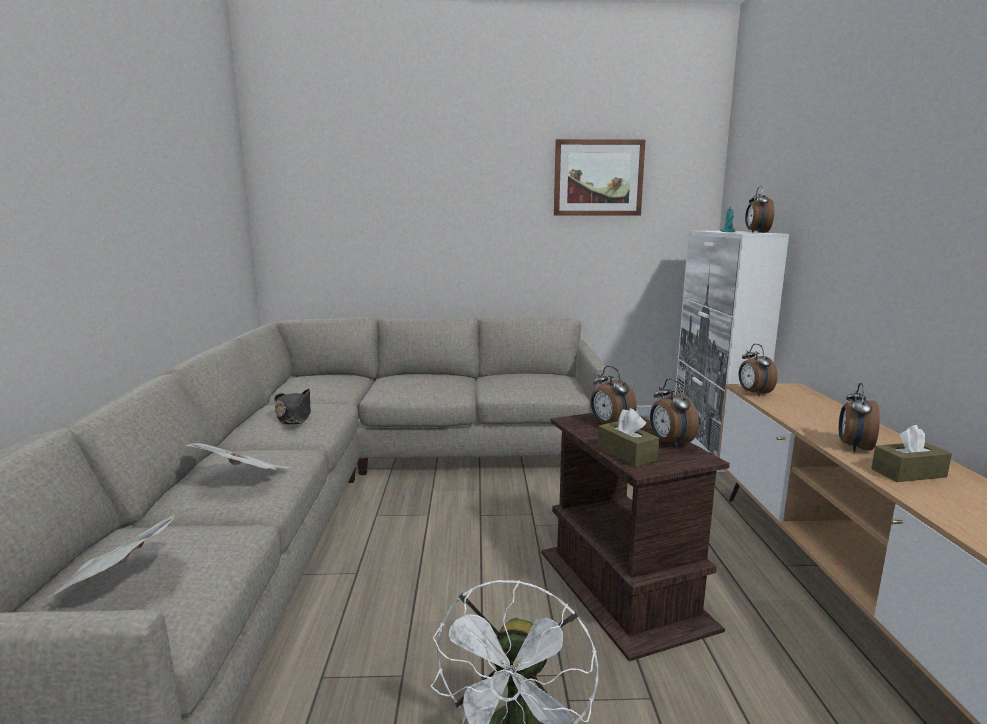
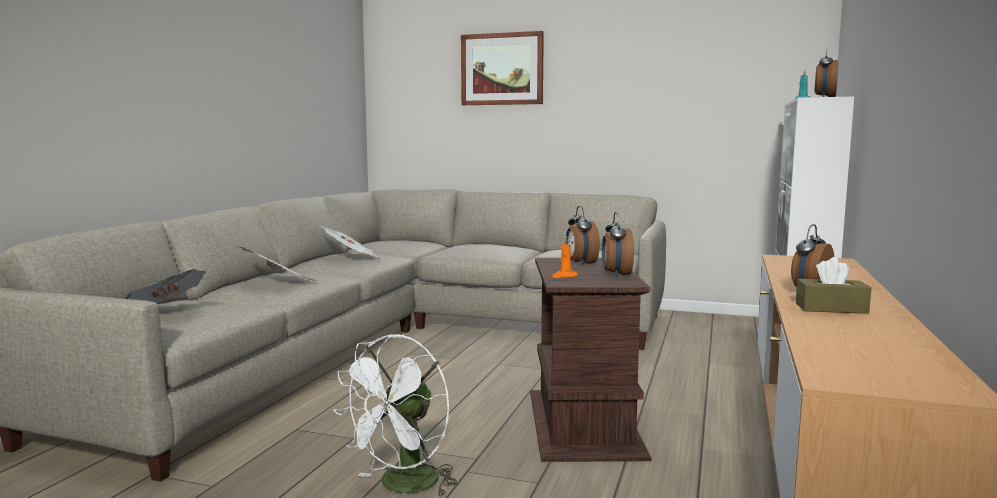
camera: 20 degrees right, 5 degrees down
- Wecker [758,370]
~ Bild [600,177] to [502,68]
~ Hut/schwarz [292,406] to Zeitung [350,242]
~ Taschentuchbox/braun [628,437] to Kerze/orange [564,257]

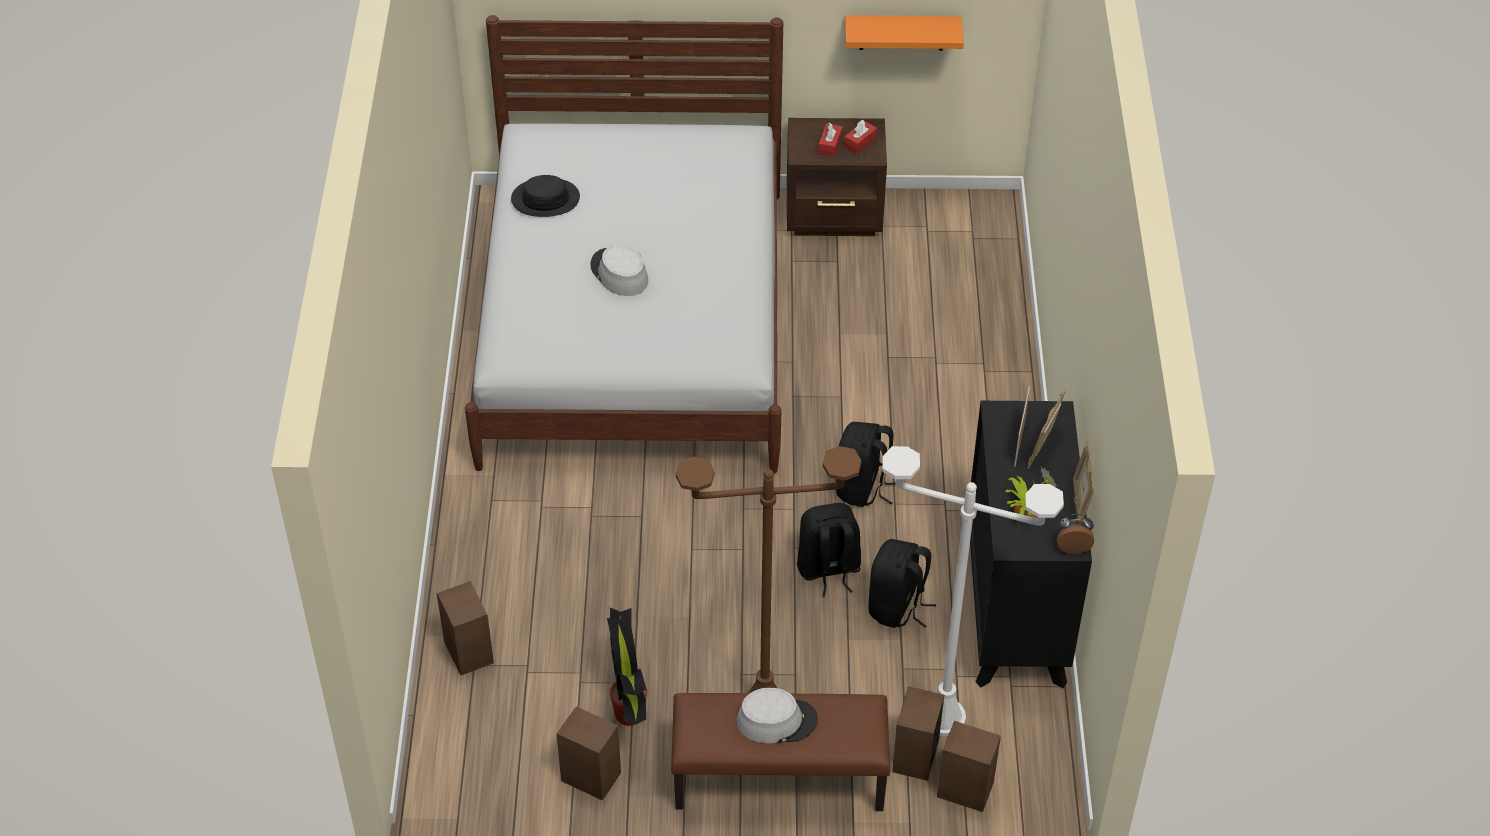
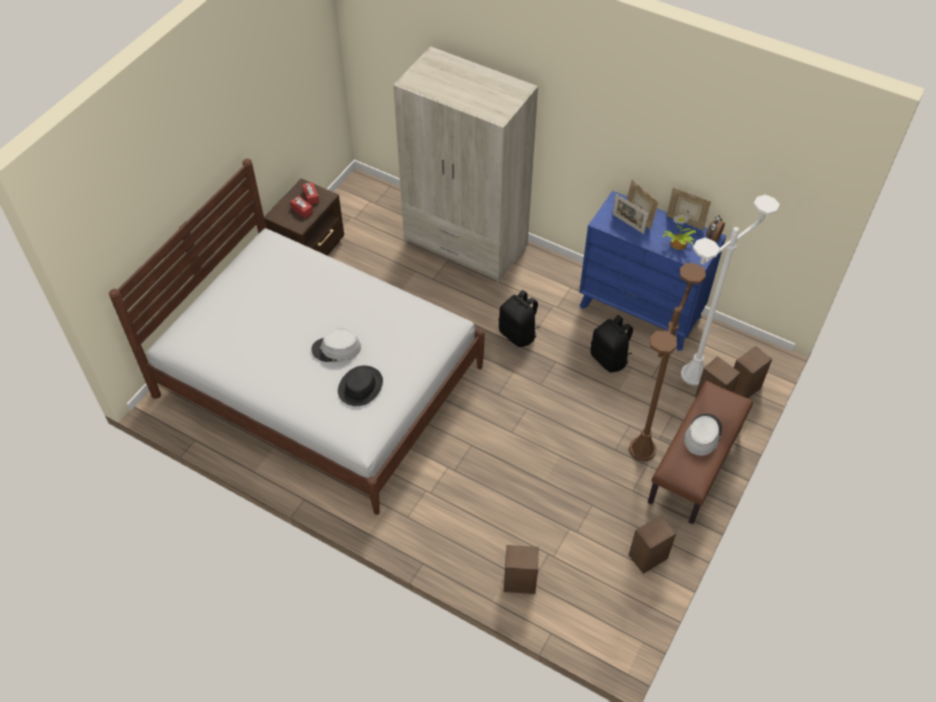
camera: 60 degrees left, 5 degrees up
- Topfpflanze [627,667]
- Rucksack/schwarz [829,550]
- Wandregal/orange [904,33]
+ Kleiderschrank/beige [465,164]
~ Hut/schwarz [545,196] to [360,385]
~ Kommode/schwarz [1031,544] to Kommode/blau [652,271]

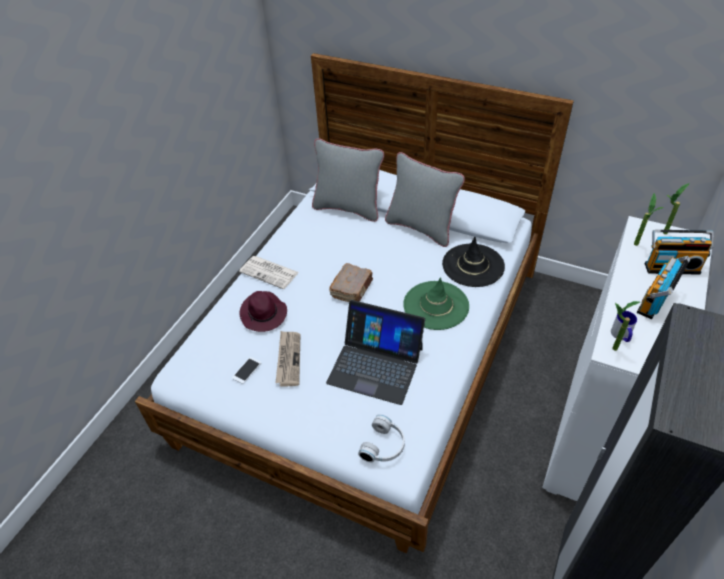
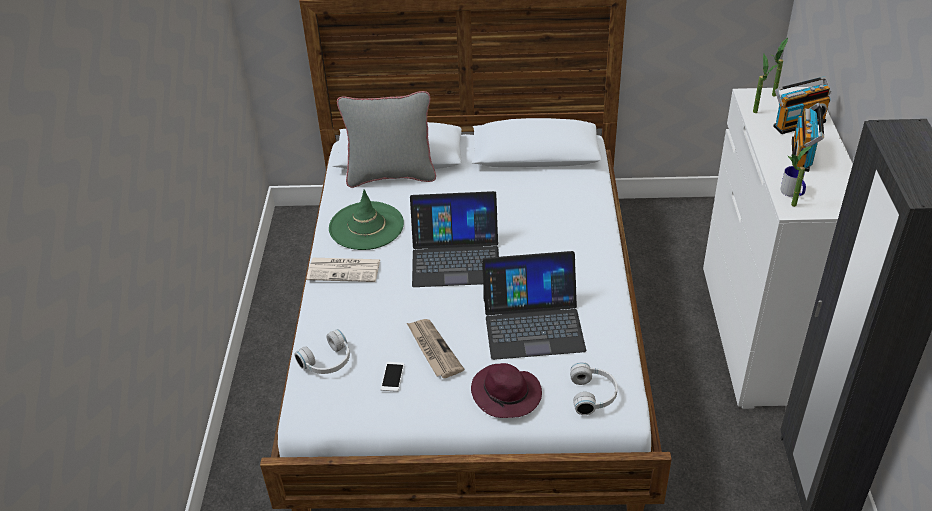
camera: 25 degrees left, 5 degrees down
- Kissen/grau [425,199]
- Hut/schwarz [473,262]
+ Kopfhörer/weiß [322,351]
~ Hut/lila [263,311] to [506,390]
~ Hut/grün [436,303] to [366,219]
~ Buch/braun [351,282] to Laptop [454,239]

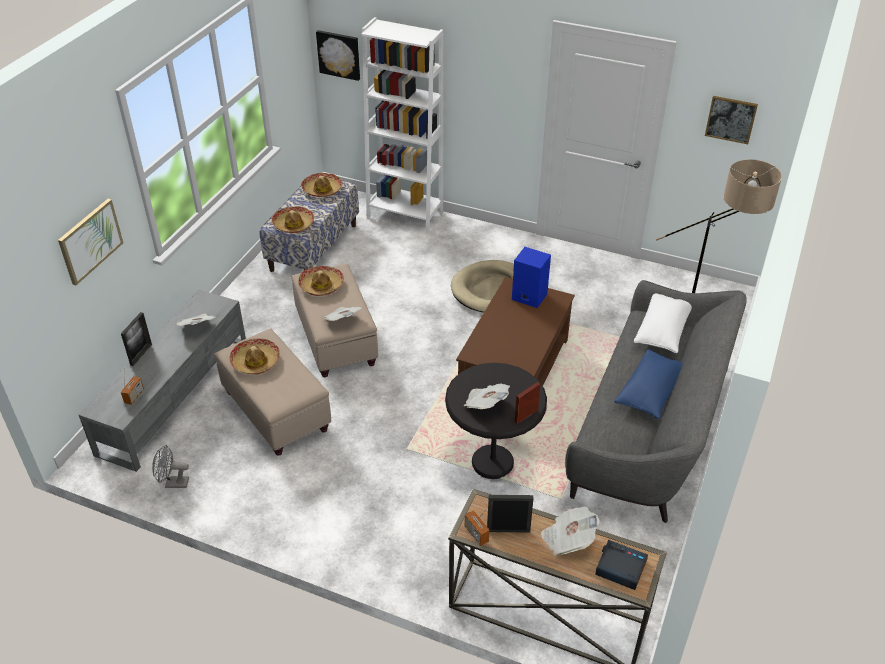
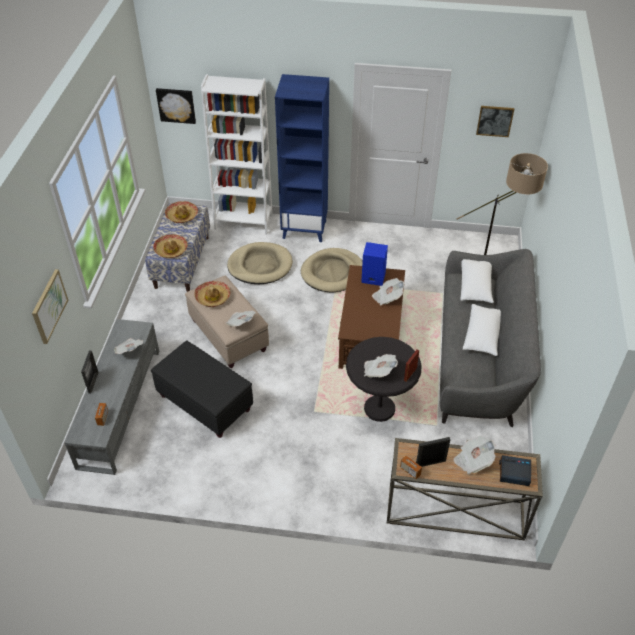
camera: 15 degrees left, 5 degrees up
- Ventilator/grau [170,466]
- Hut [254,357]
+ Hundebett/beige [260,263]
+ Bücherregal/blau [302,158]
+ Zeitung [388,291]
~ Polsterhocker/beige [272,392] to Polsterhocker/schwarz [202,389]
~ Kissen/blau [648,384] to Kissen/weiß [482,330]

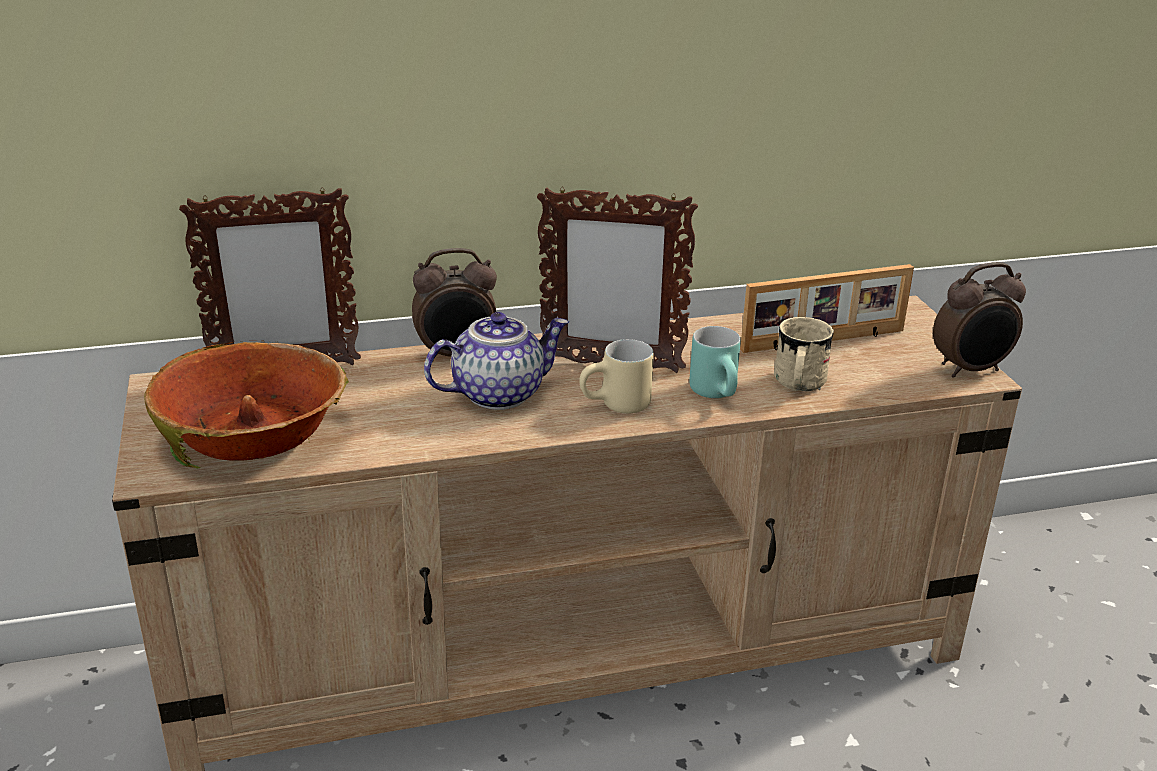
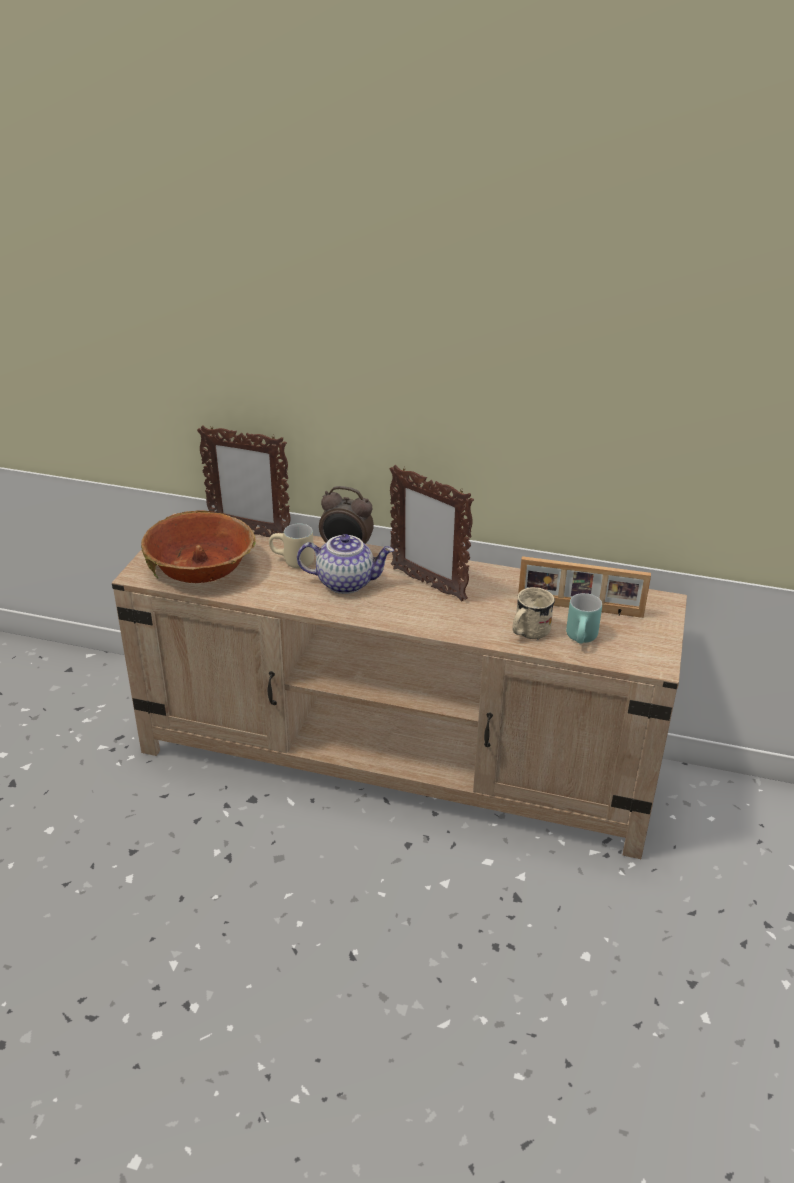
camera: 30 degrees right, 5 degrees up
- Wecker [979,320]
~ Henkelbecher/beige [616,376] to [291,546]
~ Henkelbecher/türkis [715,362] to [584,618]

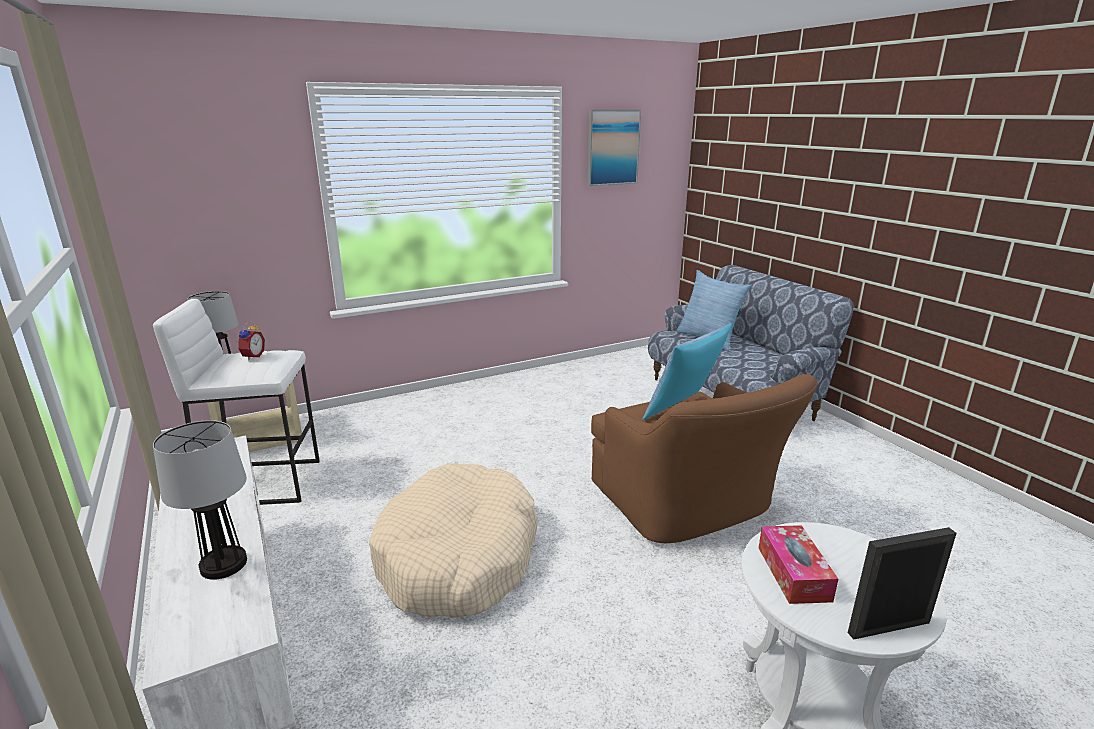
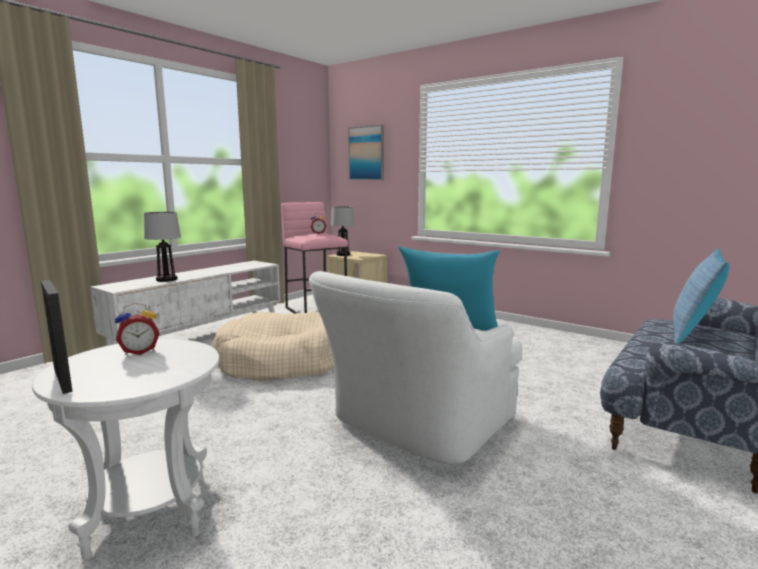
camera: 65 degrees right, 10 degrees down
~ Bild [614,148] to [366,152]
~ Taschentuchbox [798,564] to Wecker [137,329]
~ Hocker/weiß [236,402] to Hocker/rosa [314,257]
~ Sessel/braun [704,458] to Sessel/weiß [415,367]

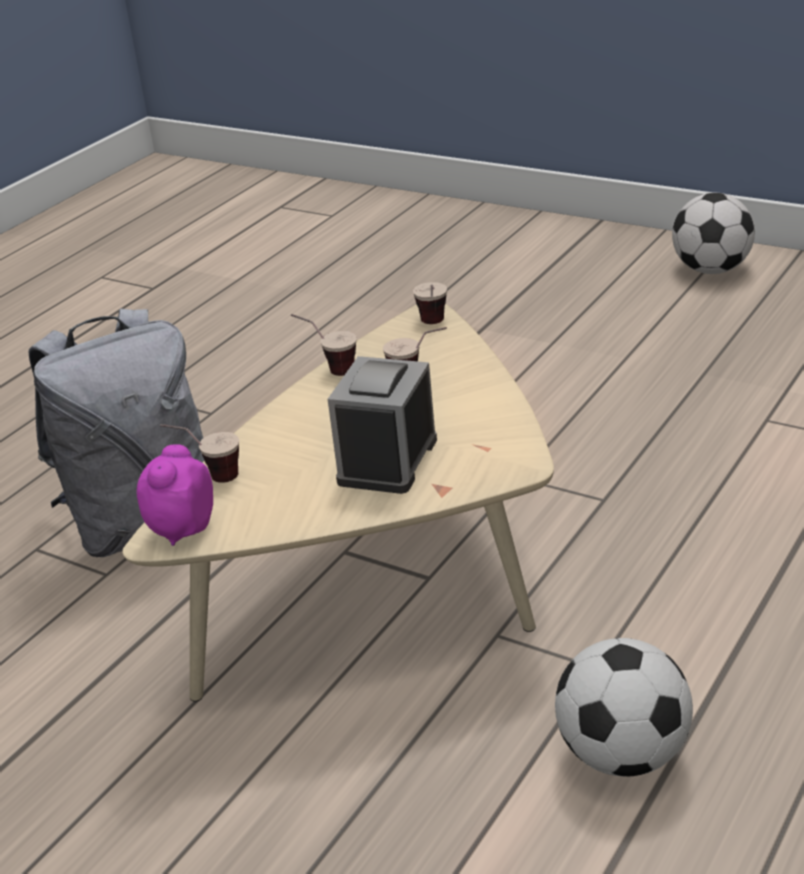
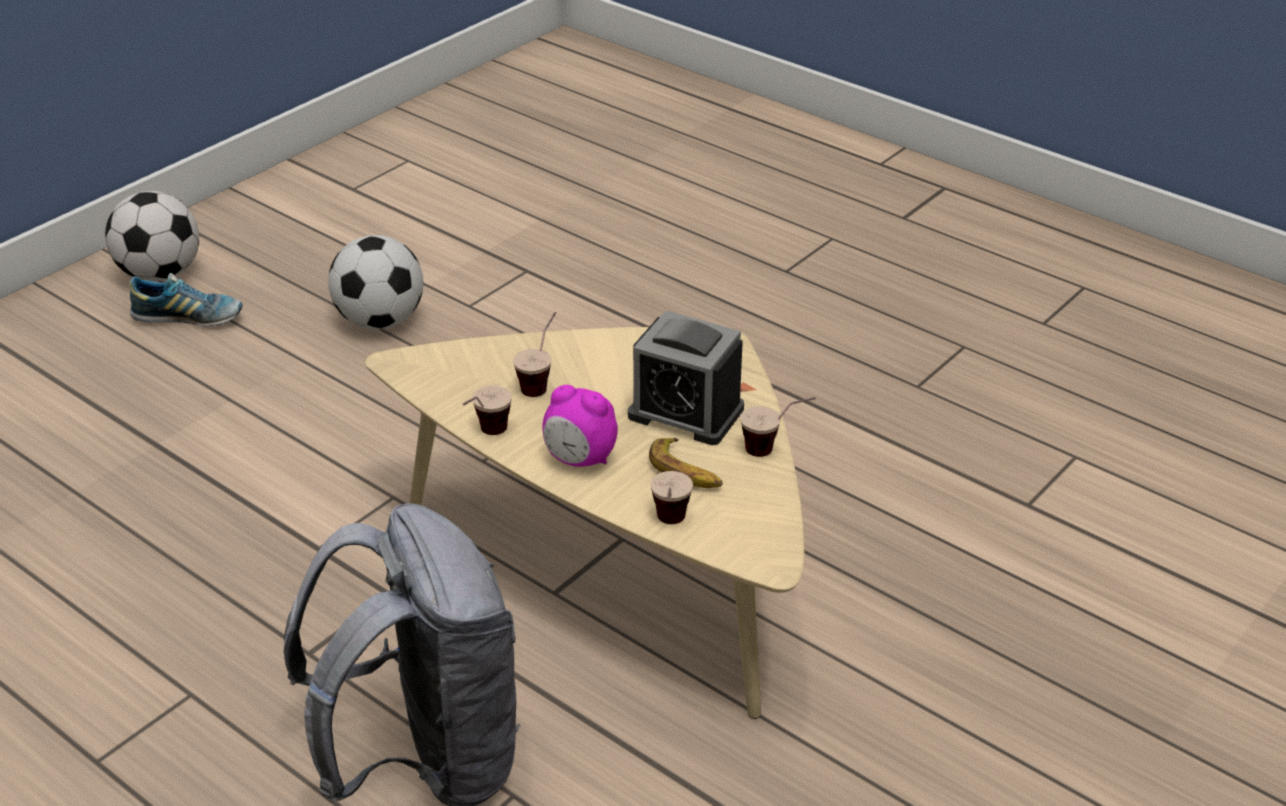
camera: 85 degrees left, 5 degrees up
+ Schuh [186,299]
+ Banane [686,463]
~ Wecker [175,495] to [580,426]
~ Tasse [430,303] to [778,427]
~ Fußball [624,707] to [375,282]

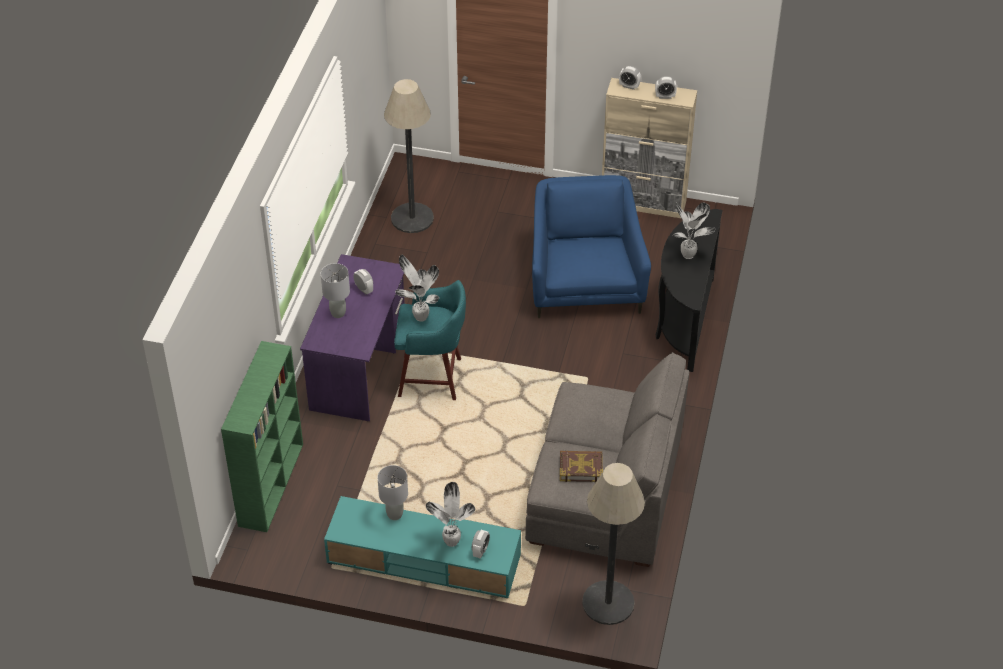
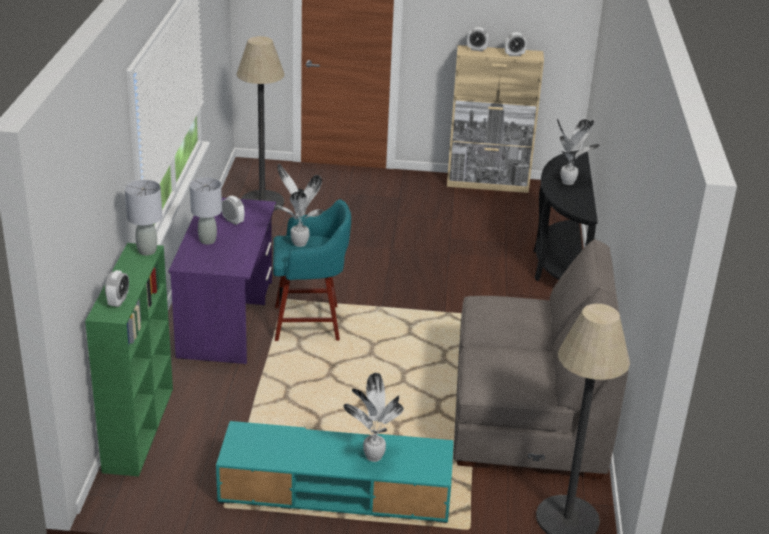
camera: 10 degrees left, 15 degrees down
- Sessel/blau [591,246]
- Buch [581,467]
~ Tischlampe/grau [392,492] to [143,217]
~ Wecker [481,544] to [117,288]

